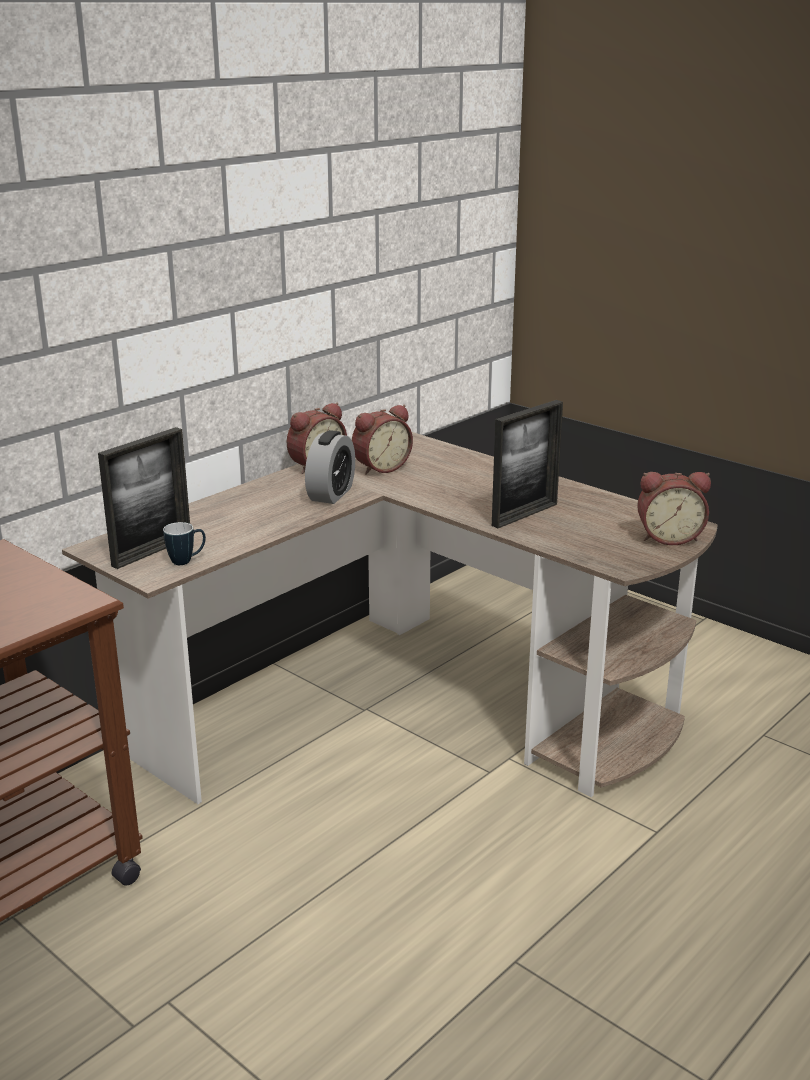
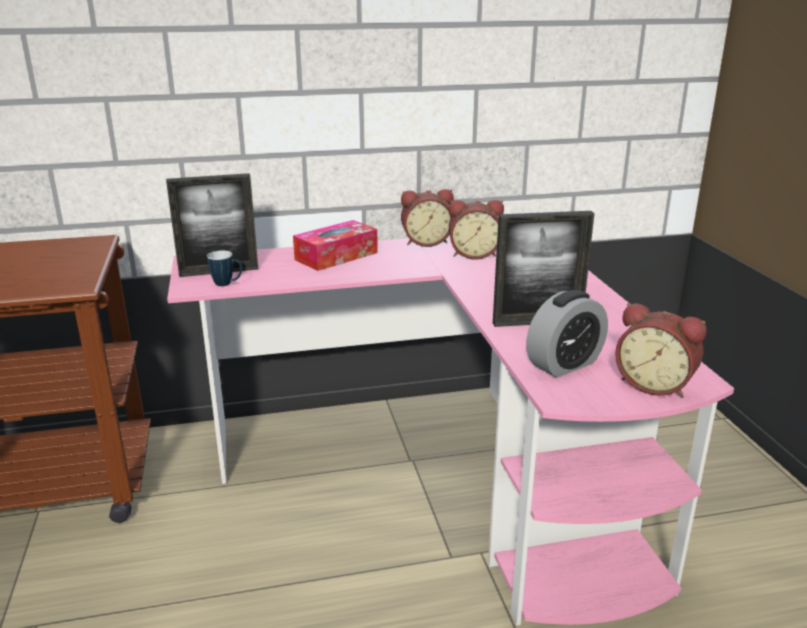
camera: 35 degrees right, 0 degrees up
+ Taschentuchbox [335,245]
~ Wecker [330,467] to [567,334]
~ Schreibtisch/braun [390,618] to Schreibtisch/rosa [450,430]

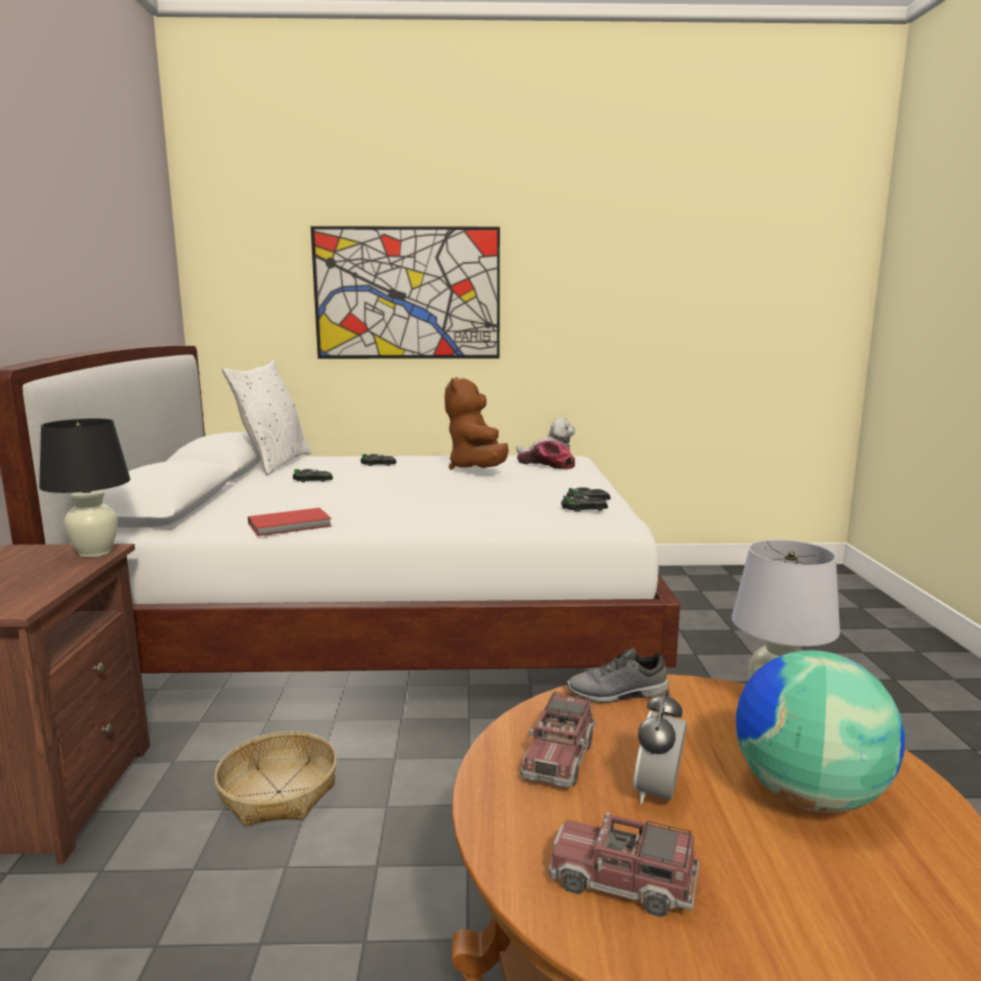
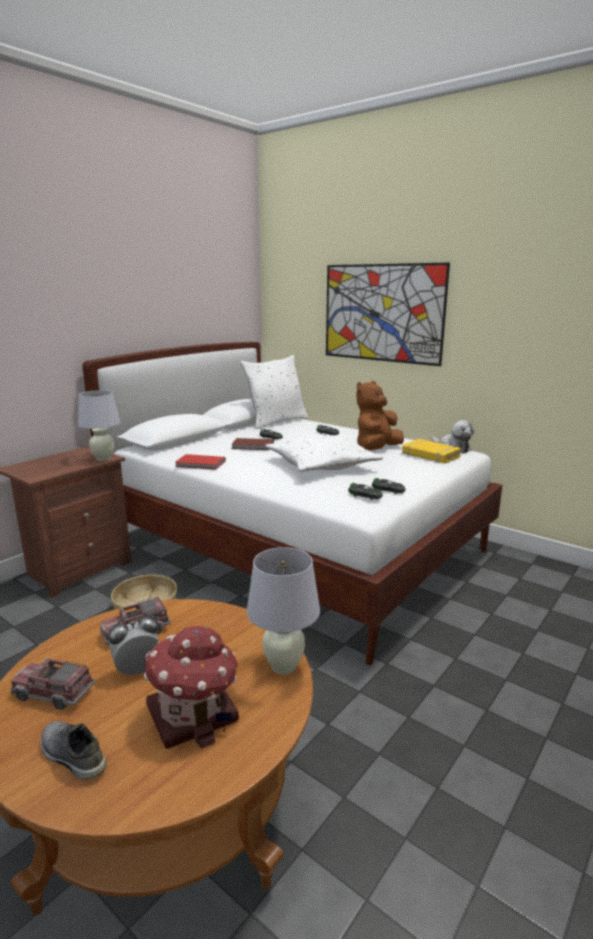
camera: 40 degrees right, 5 degrees up
+ Buch/braun [252,444]
+ Kissen/weiß [324,453]
~ Schuh/grau [618,675] to [74,750]
~ Kappe [546,454] to Buch/gelb [431,451]
~ Globus [820,731] to Spielzeughaus [191,687]
~ Tischlampe/schwarz [84,488] to Tischlampe/weiß [99,425]
~ Spielzeuglaster [624,865] = [52,684] 45 degrees counterclockwise

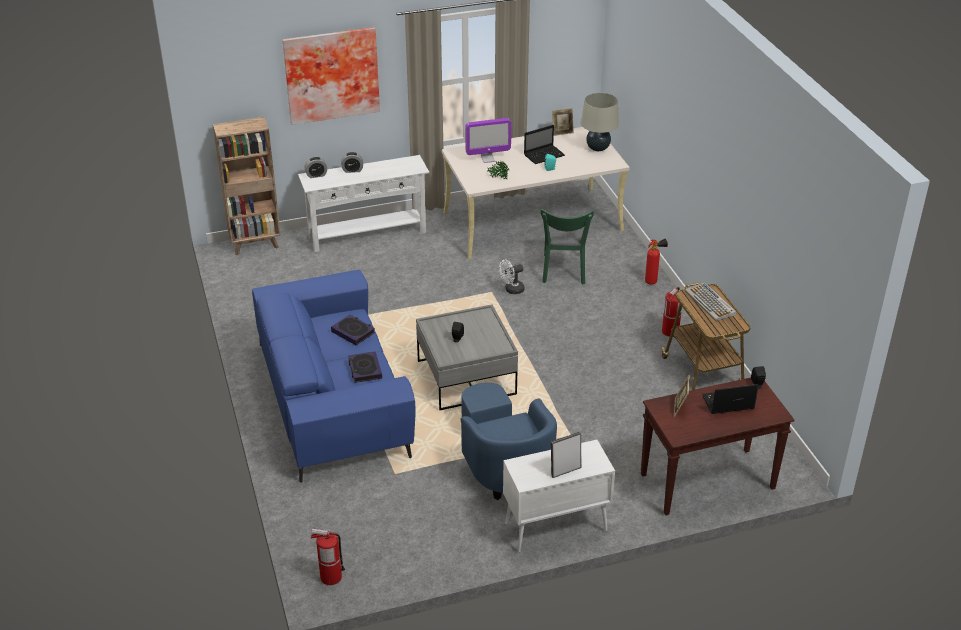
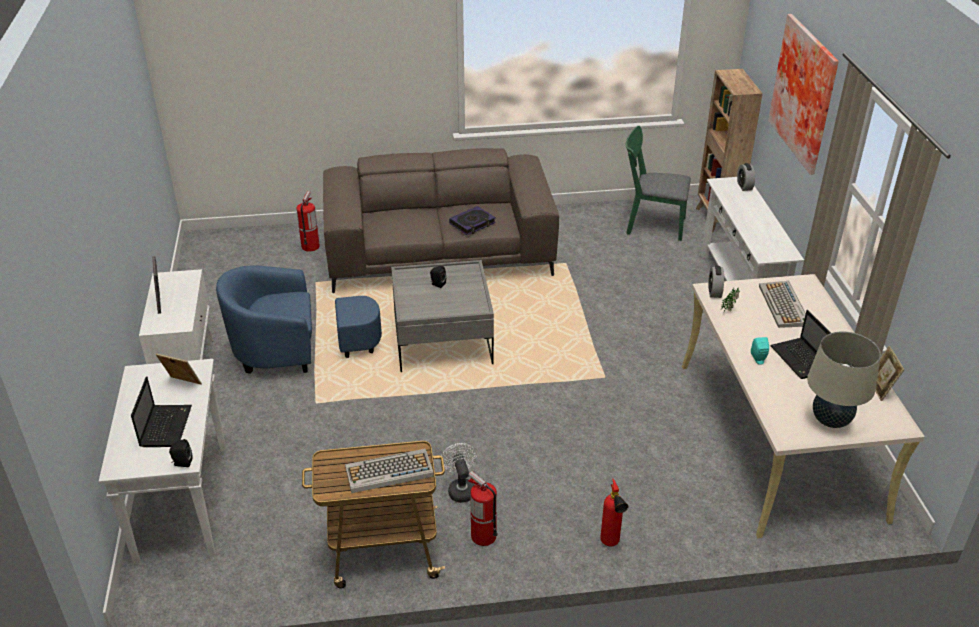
camera: 100 degrees right, 0 degrees up
- Buch [365,367]
~ Feuerlöscher [328,556] to [308,221]
~ Wecker [352,162] to [716,282]
~ Ventilator/weiß [511,277] to [458,473]
~ Stuhl/grün [567,246] to [658,183]
~ Monitor [488,140] to Tastatur [782,304]
~ Sofa/blau [334,376] to Sofa/braun [441,220]
~ Konsolentisch/braun [717,446] to Konsolentisch/weiß [162,462]

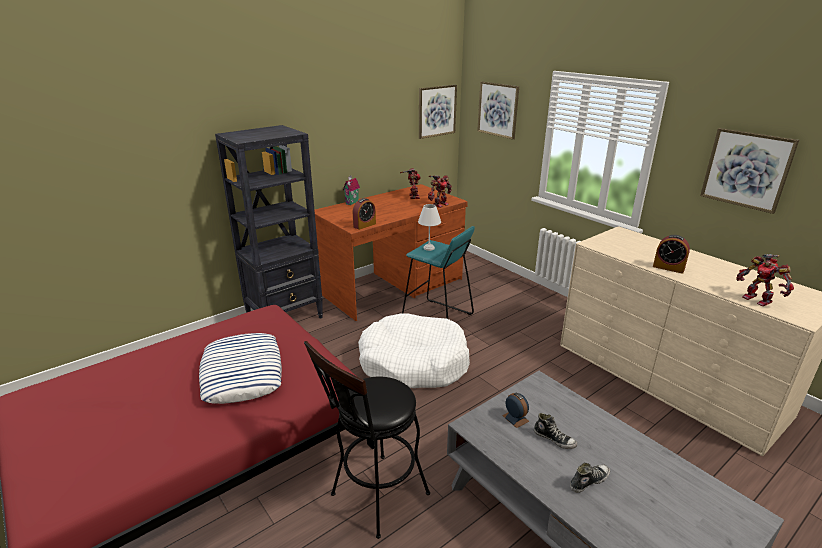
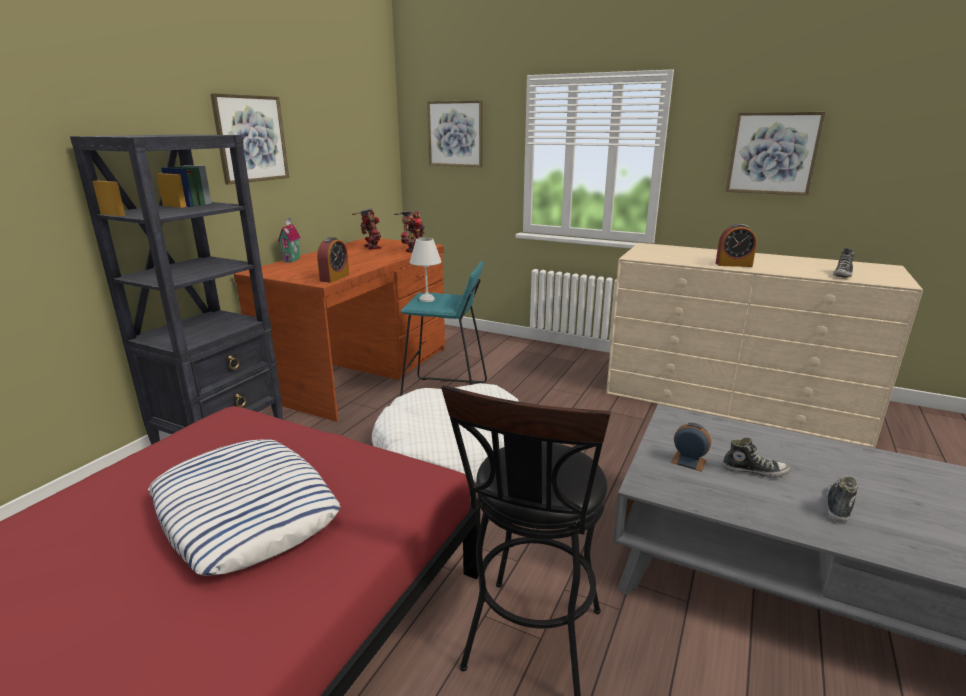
camera: 25 degrees left, 5 degrees down
~ Bild [438,112] to [249,138]
~ Spielzeugroboter [765,280] to Schuh [843,262]

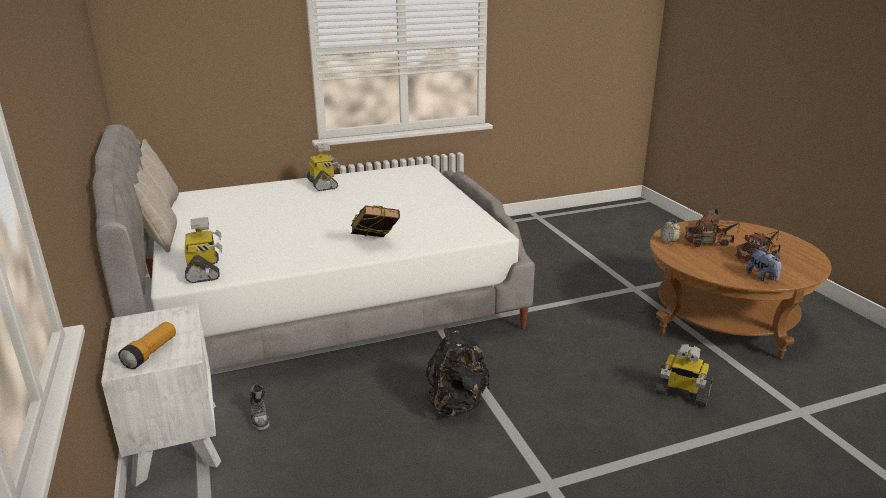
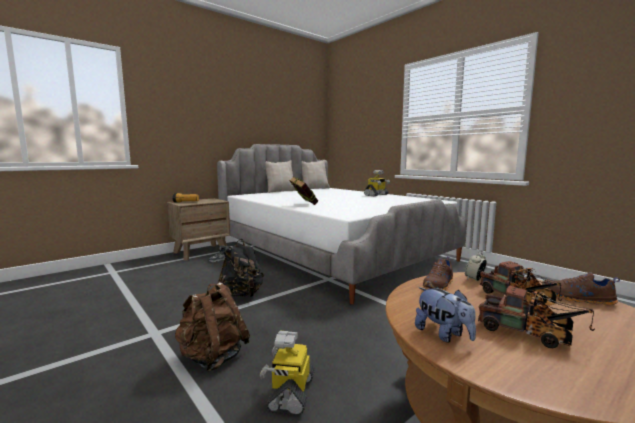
camera: 70 degrees right, 15 degrees down
- Spielzeugroboter [203,250]
+ Rucksack/braun [212,327]
+ Schuh/braun [438,273]
~ Nachttisch/weiß [161,395] to Nachttisch/braun [198,229]
~ Plüschtier [763,265] = [445,315] 90 degrees counterclockwise

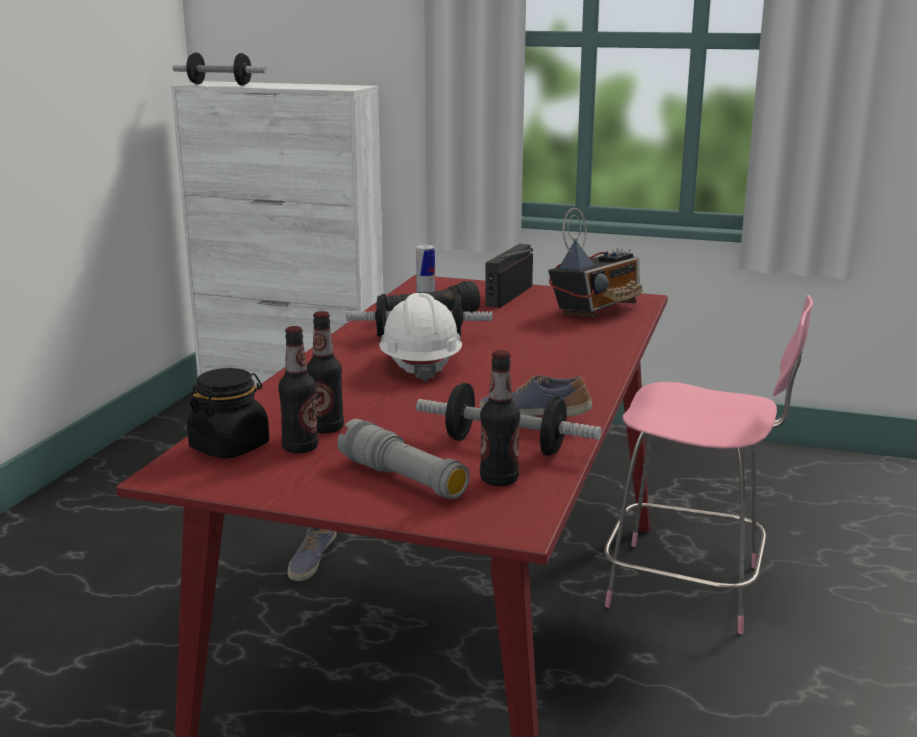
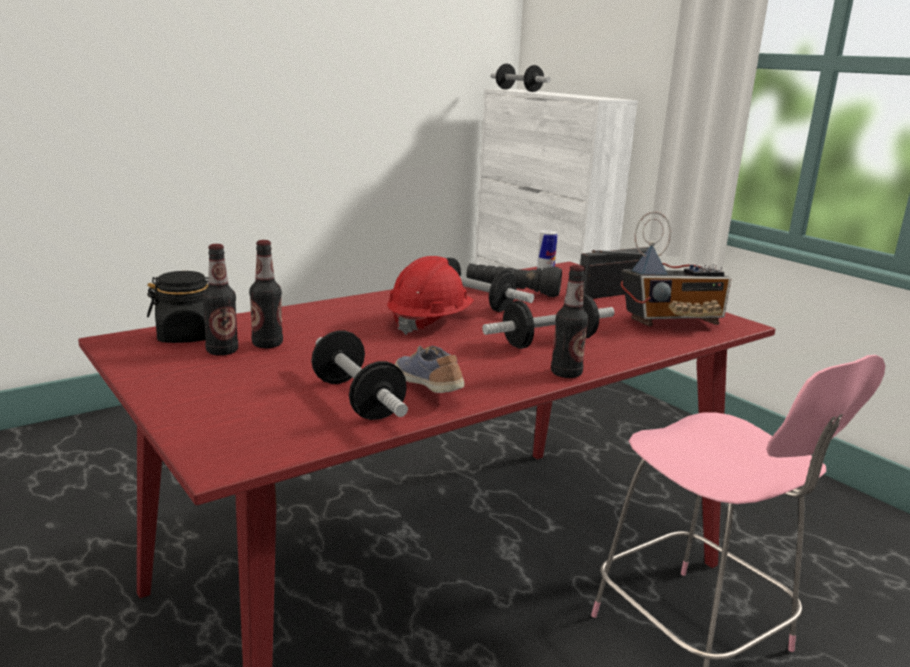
camera: 35 degrees right, 0 degrees up
- Schuh [312,554]
- Taschenlampe/grau [403,459]
+ Hantel [548,321]
~ Flasche [500,418] to [569,321]
~ Schutzhelm/weiß [420,337] to Schutzhelm/rot [430,295]

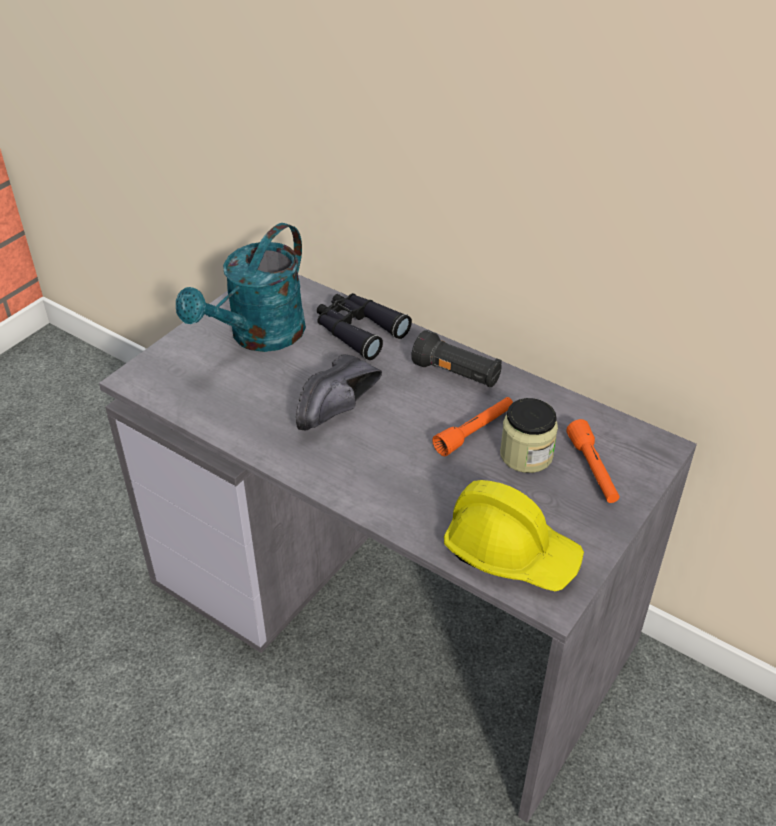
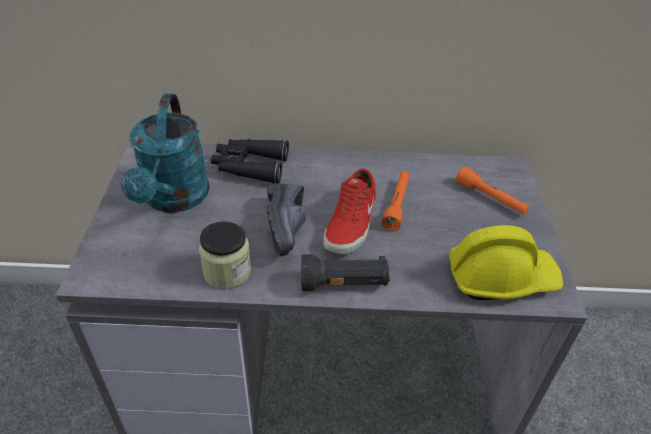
camera: 35 degrees left, 0 degrees up
+ Schuh/rot [349,211]
~ Taschenlampe/schwarz [456,359] to [345,272]
~ Vorratsglas [529,435] to [225,255]

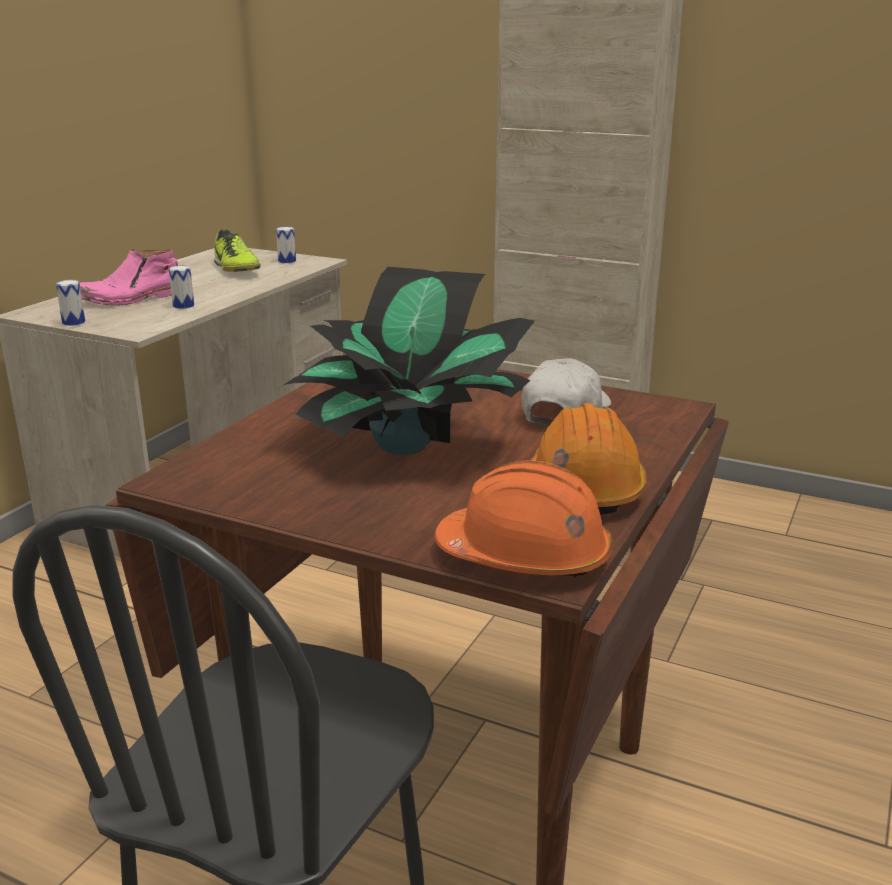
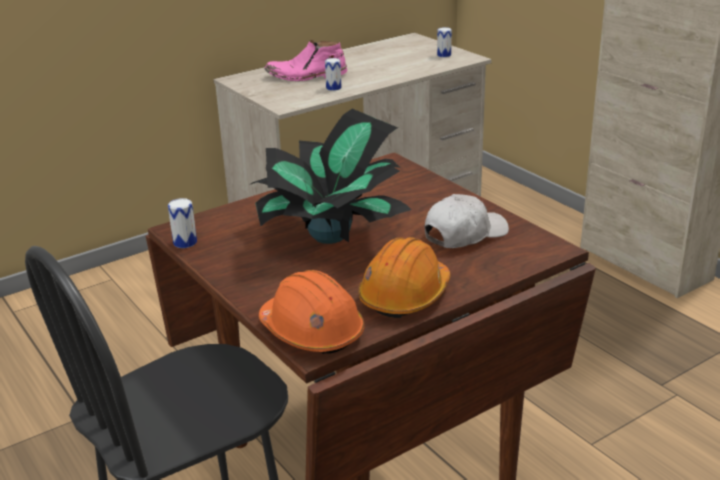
camera: 30 degrees right, 5 degrees up
- Schuh [237,251]
~ Dose [70,303] to [182,223]

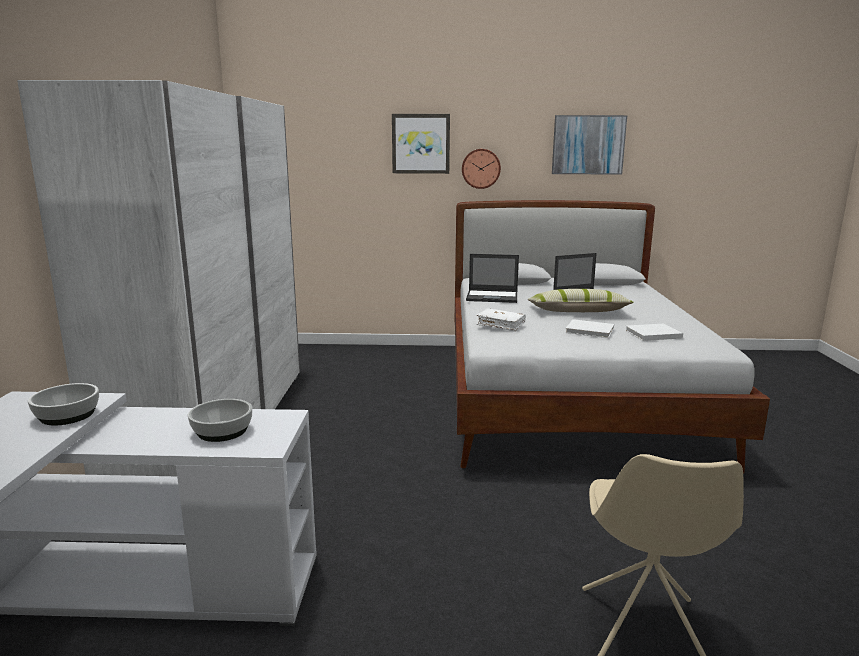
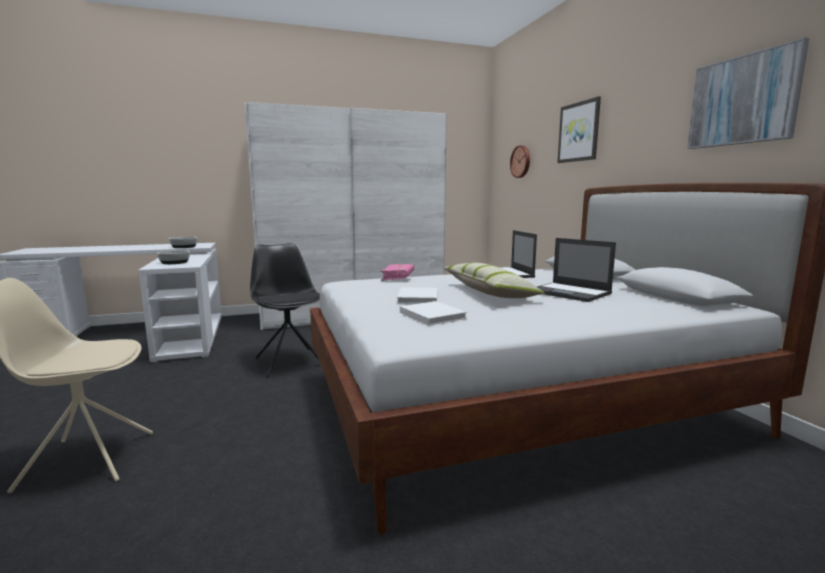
camera: 70 degrees right, 5 degrees down
+ Stuhl/schwarz [285,310]
~ Wanduhr [481,169] to [520,161]
~ Buch/weiß [501,319] to Buch/rosa [397,272]

